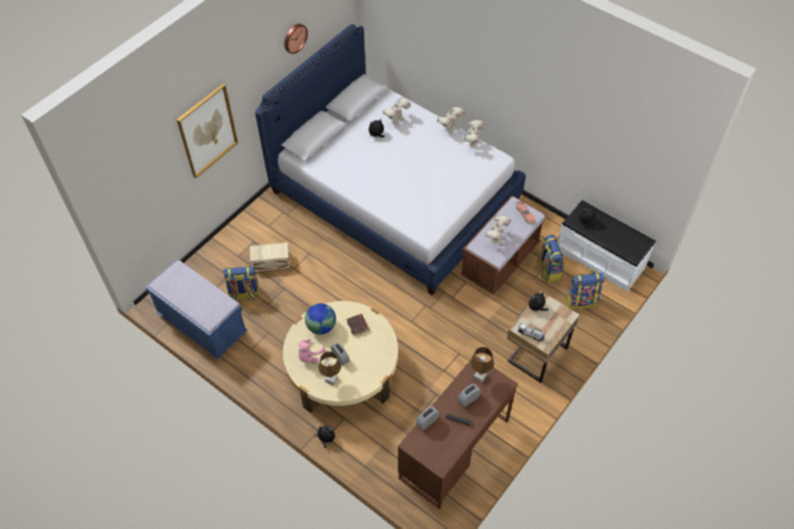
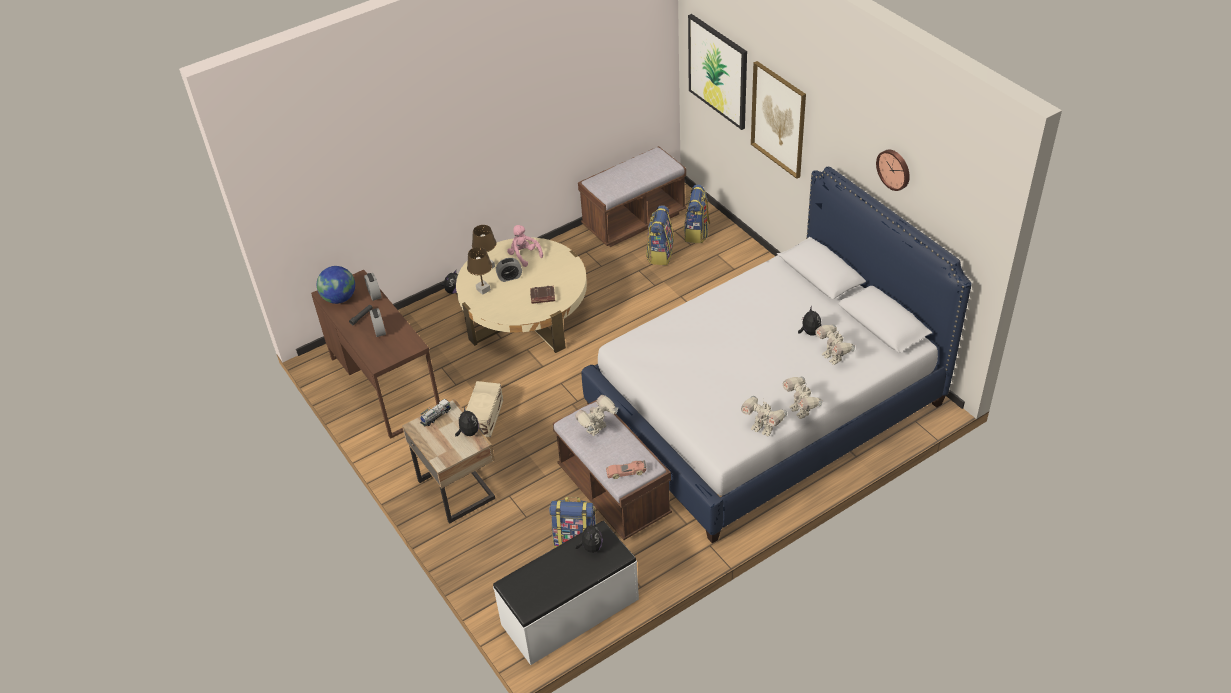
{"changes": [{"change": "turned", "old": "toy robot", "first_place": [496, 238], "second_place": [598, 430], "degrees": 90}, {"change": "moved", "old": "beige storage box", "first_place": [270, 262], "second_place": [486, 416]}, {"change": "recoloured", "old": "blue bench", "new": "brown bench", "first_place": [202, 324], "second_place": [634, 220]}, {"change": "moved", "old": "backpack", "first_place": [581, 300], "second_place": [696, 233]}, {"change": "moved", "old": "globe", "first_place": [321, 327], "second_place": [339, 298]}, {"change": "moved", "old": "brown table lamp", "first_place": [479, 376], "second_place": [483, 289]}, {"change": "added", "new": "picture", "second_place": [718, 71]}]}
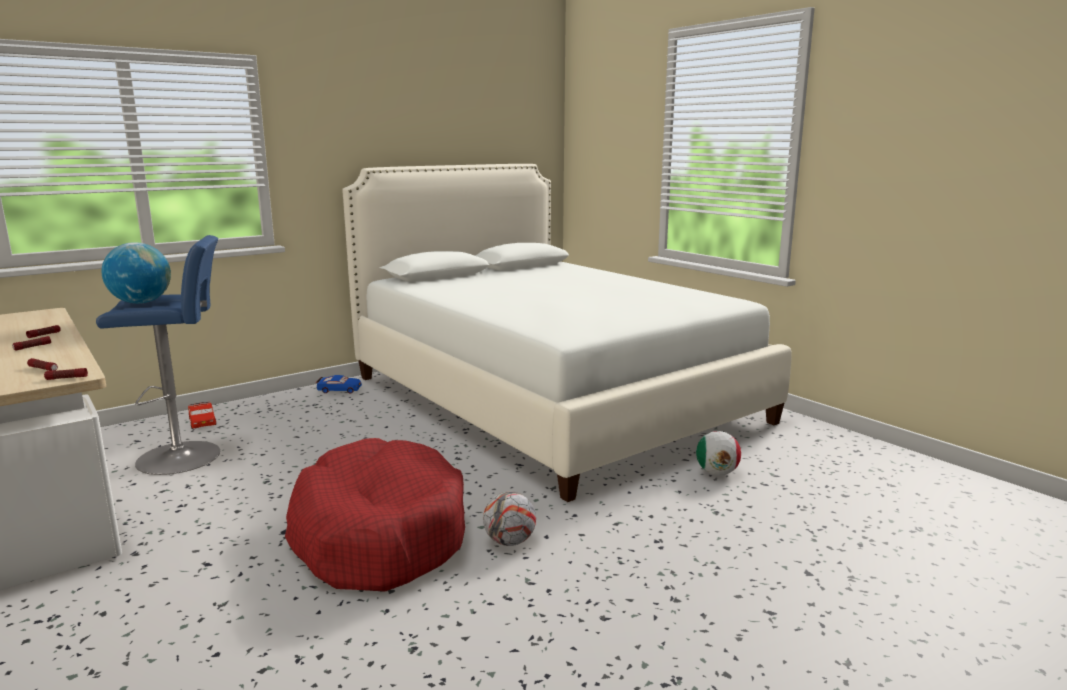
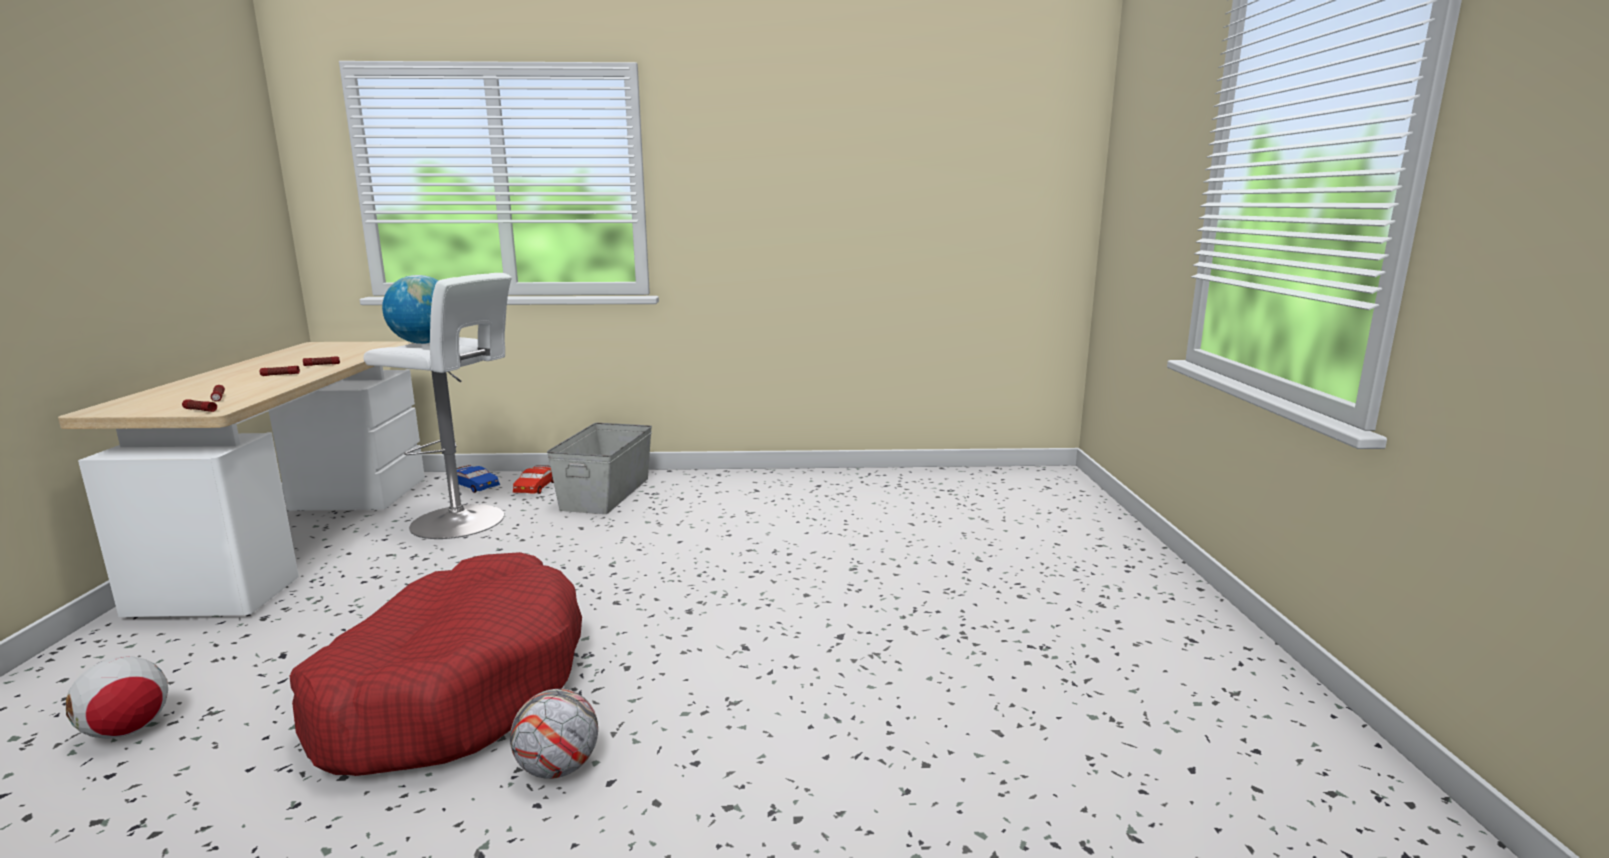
{"changes": [{"change": "removed", "old": "white bed", "first_place": [551, 398]}, {"change": "recoloured", "old": "blue stool", "new": "white stool", "first_place": [185, 456], "second_place": [463, 522]}, {"change": "moved", "old": "blue toy car", "first_place": [339, 390], "second_place": [475, 485]}, {"change": "moved", "old": "football", "first_place": [717, 473], "second_place": [127, 730]}, {"change": "added", "new": "grey storage box", "second_place": [607, 493]}]}
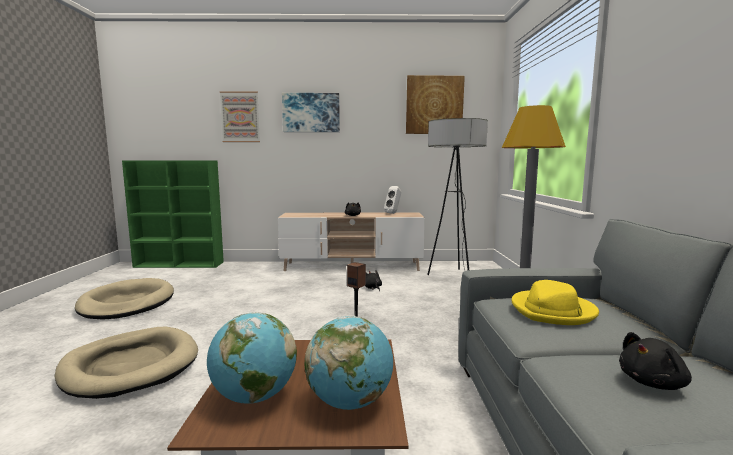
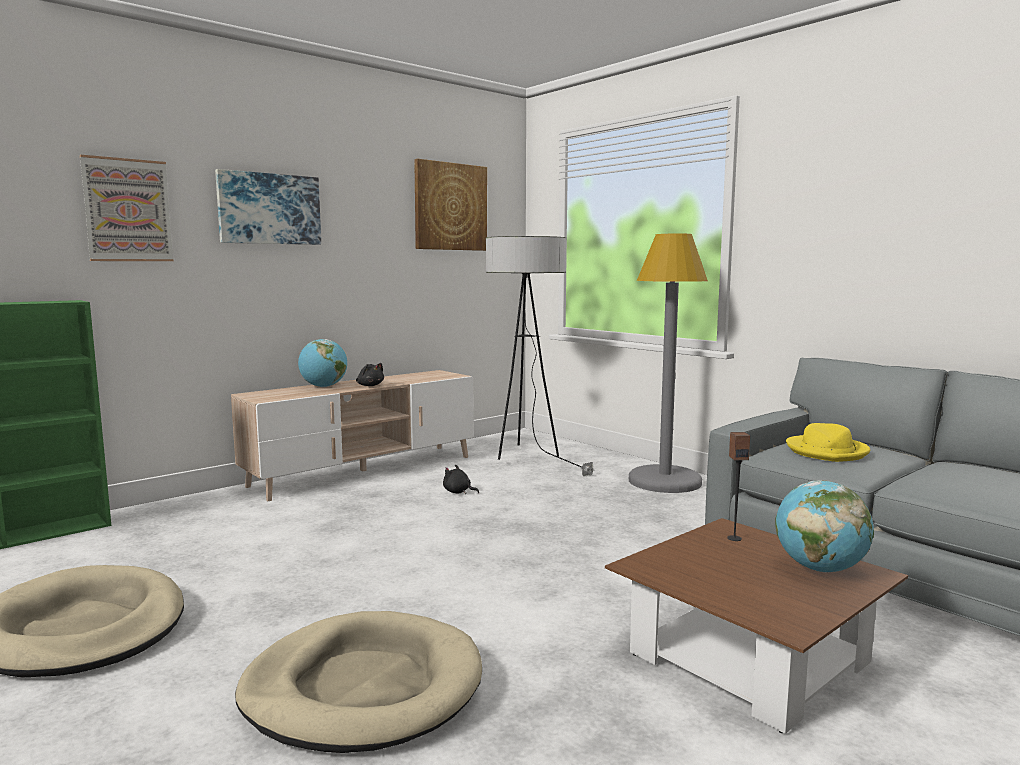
{"changes": [{"change": "removed", "old": "white speaker", "first_place": [393, 213]}, {"change": "moved", "old": "globe", "first_place": [254, 397], "second_place": [323, 387]}, {"change": "removed", "old": "black plush toy", "first_place": [653, 383]}]}
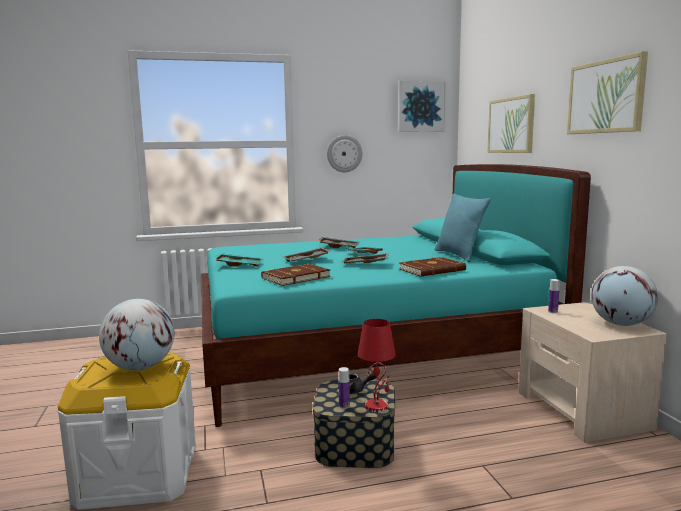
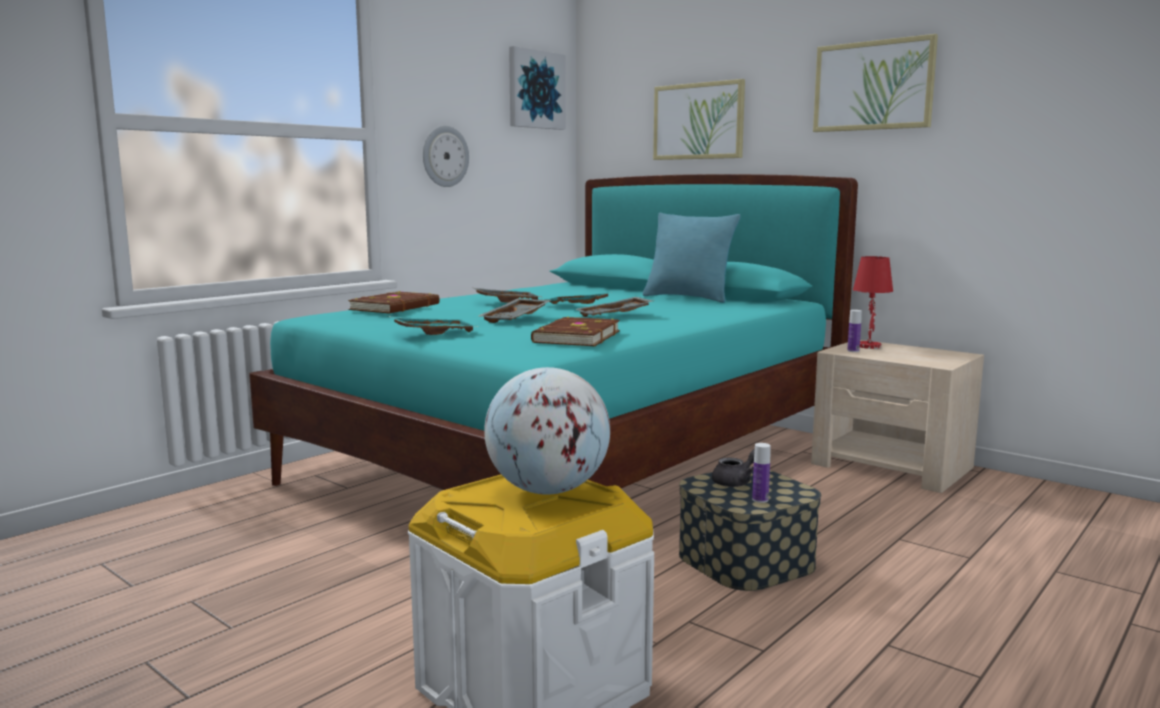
{"changes": [{"change": "moved", "old": "brown book", "first_place": [433, 270], "second_place": [396, 307]}, {"change": "removed", "old": "globe", "first_place": [621, 324]}, {"change": "moved", "old": "red table lamp", "first_place": [377, 406], "second_place": [868, 346]}]}
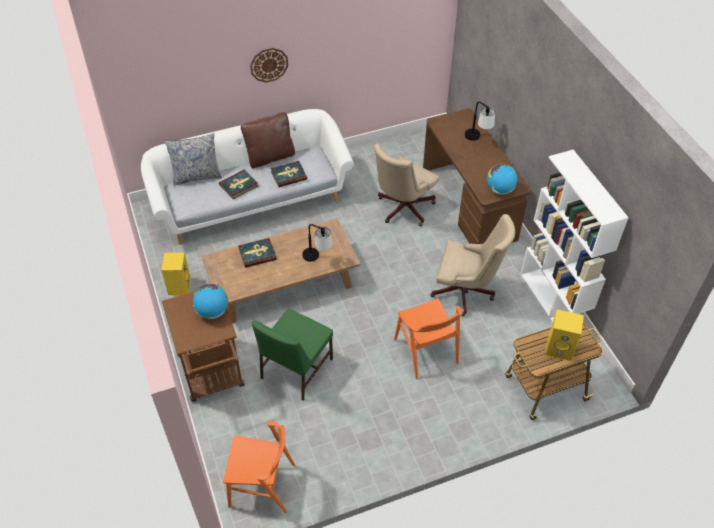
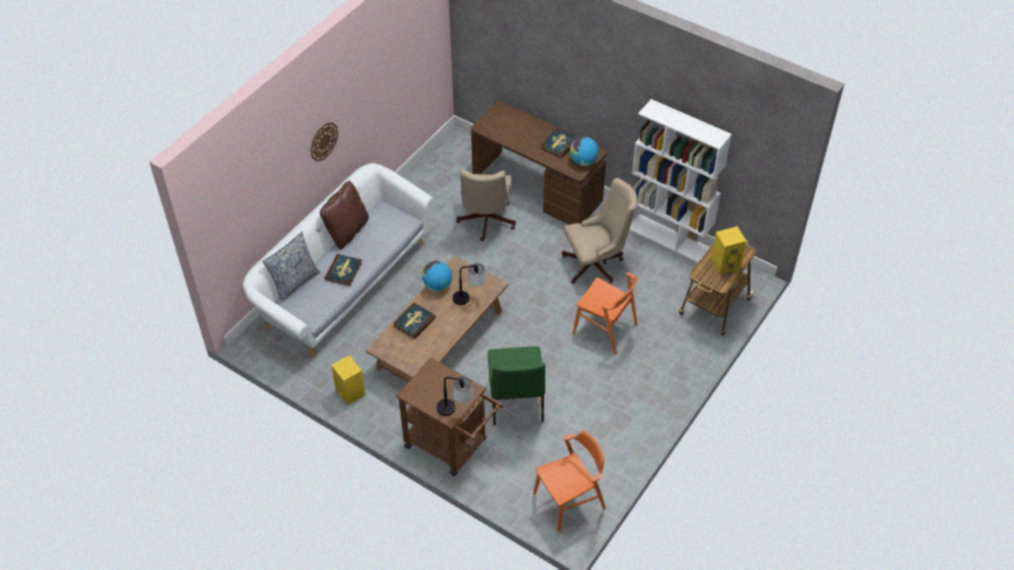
{"changes": [{"change": "moved", "old": "table lamp", "first_place": [477, 139], "second_place": [455, 410]}, {"change": "moved", "old": "book", "first_place": [288, 175], "second_place": [559, 144]}, {"change": "moved", "old": "globe", "first_place": [212, 311], "second_place": [437, 285]}]}
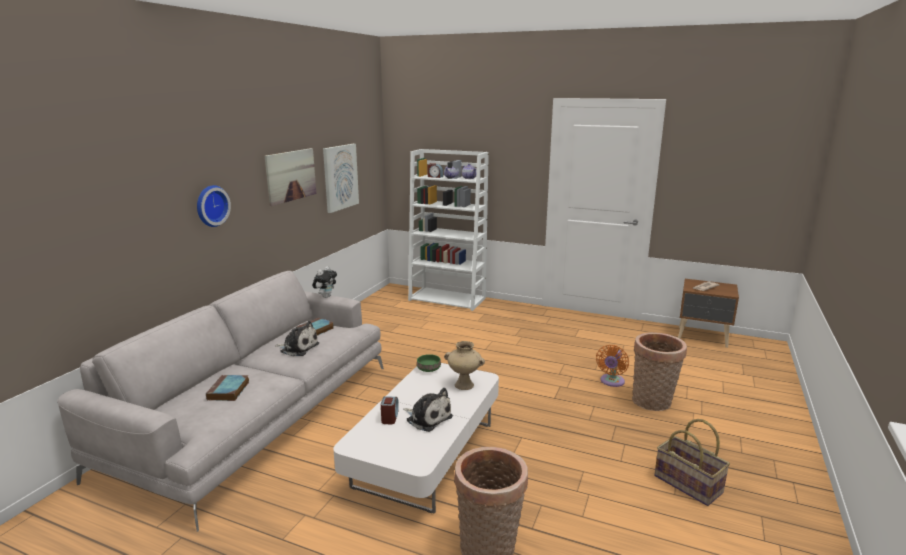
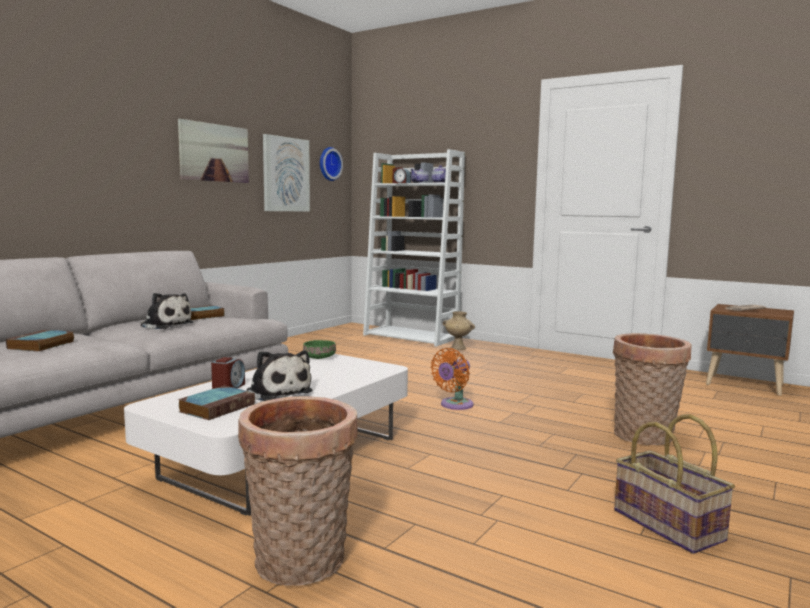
{"changes": [{"change": "moved", "old": "wall clock", "first_place": [210, 205], "second_place": [328, 164]}, {"change": "removed", "old": "plush toy", "first_place": [326, 296]}, {"change": "moved", "old": "beige vase", "first_place": [464, 385], "second_place": [458, 348]}, {"change": "moved", "old": "orange fan", "first_place": [611, 382], "second_place": [454, 405]}, {"change": "added", "new": "book", "second_place": [218, 407]}]}
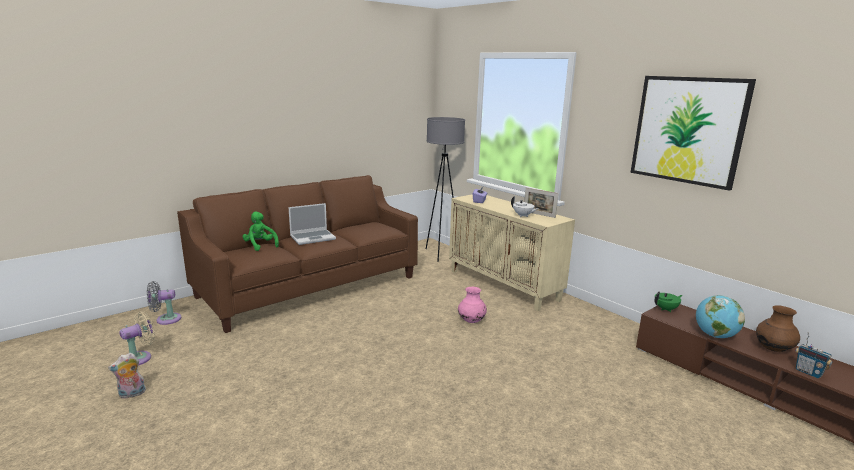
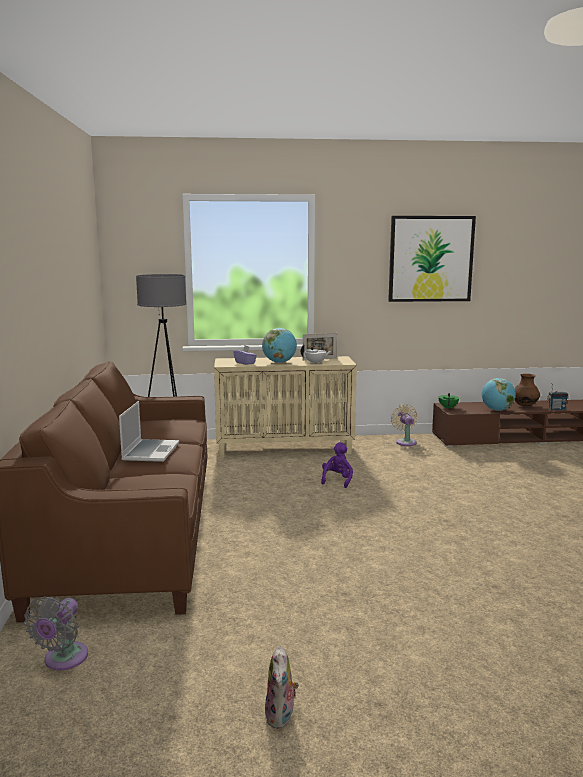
{"changes": [{"change": "removed", "old": "green plush toy", "first_place": [260, 245]}, {"change": "replaced", "old": "pink vase", "new": "purple plush toy", "first_place": [471, 321], "second_place": [337, 480]}, {"change": "moved", "old": "beige fan", "first_place": [140, 358], "second_place": [405, 442]}, {"change": "added", "new": "globe", "second_place": [279, 362]}]}
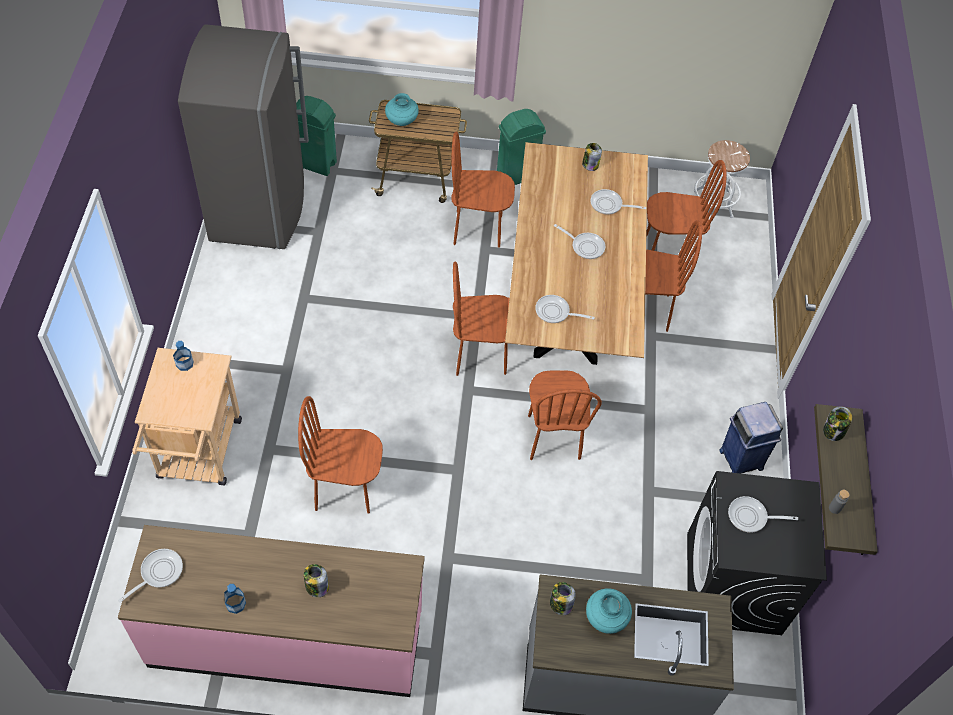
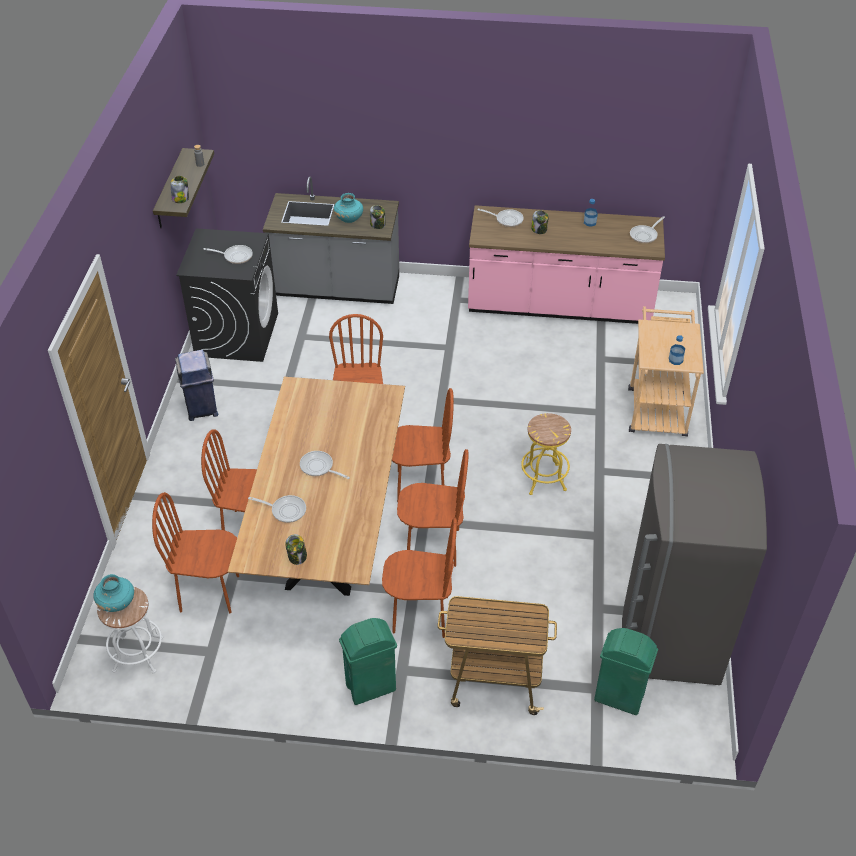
{"changes": [{"change": "moved", "old": "turquoise vase", "first_place": [401, 121], "second_place": [117, 603]}, {"change": "moved", "old": "frying pan", "first_place": [555, 312], "second_place": [507, 220]}, {"change": "moved", "old": "brown chair", "first_place": [345, 489], "second_place": [433, 546]}, {"change": "added", "new": "yellow stool", "second_place": [544, 479]}]}
